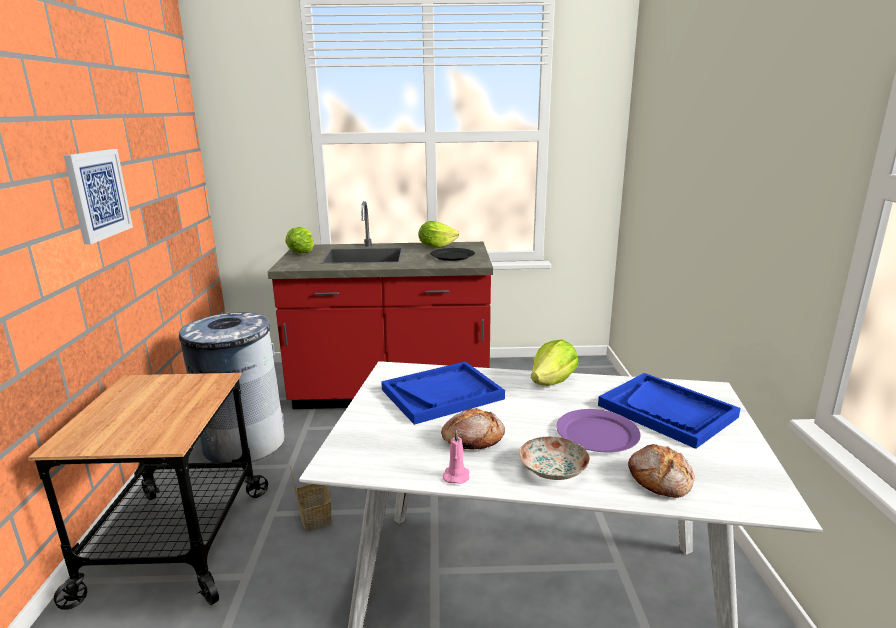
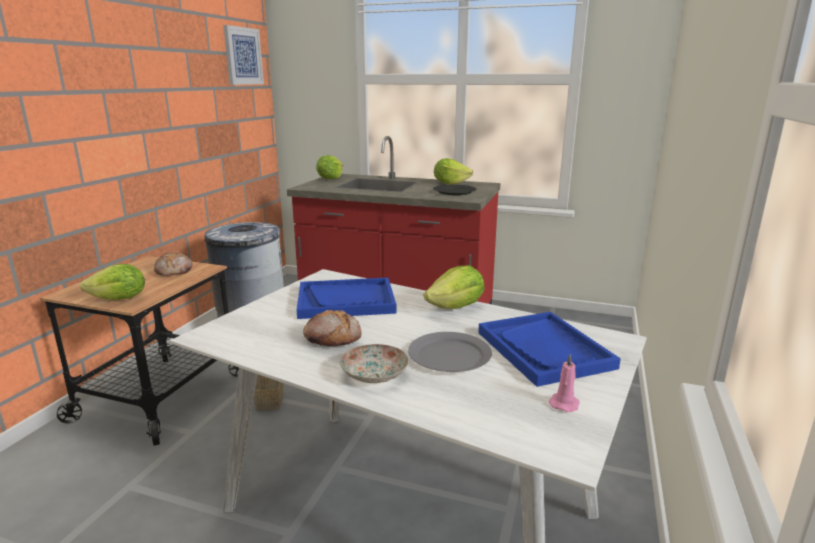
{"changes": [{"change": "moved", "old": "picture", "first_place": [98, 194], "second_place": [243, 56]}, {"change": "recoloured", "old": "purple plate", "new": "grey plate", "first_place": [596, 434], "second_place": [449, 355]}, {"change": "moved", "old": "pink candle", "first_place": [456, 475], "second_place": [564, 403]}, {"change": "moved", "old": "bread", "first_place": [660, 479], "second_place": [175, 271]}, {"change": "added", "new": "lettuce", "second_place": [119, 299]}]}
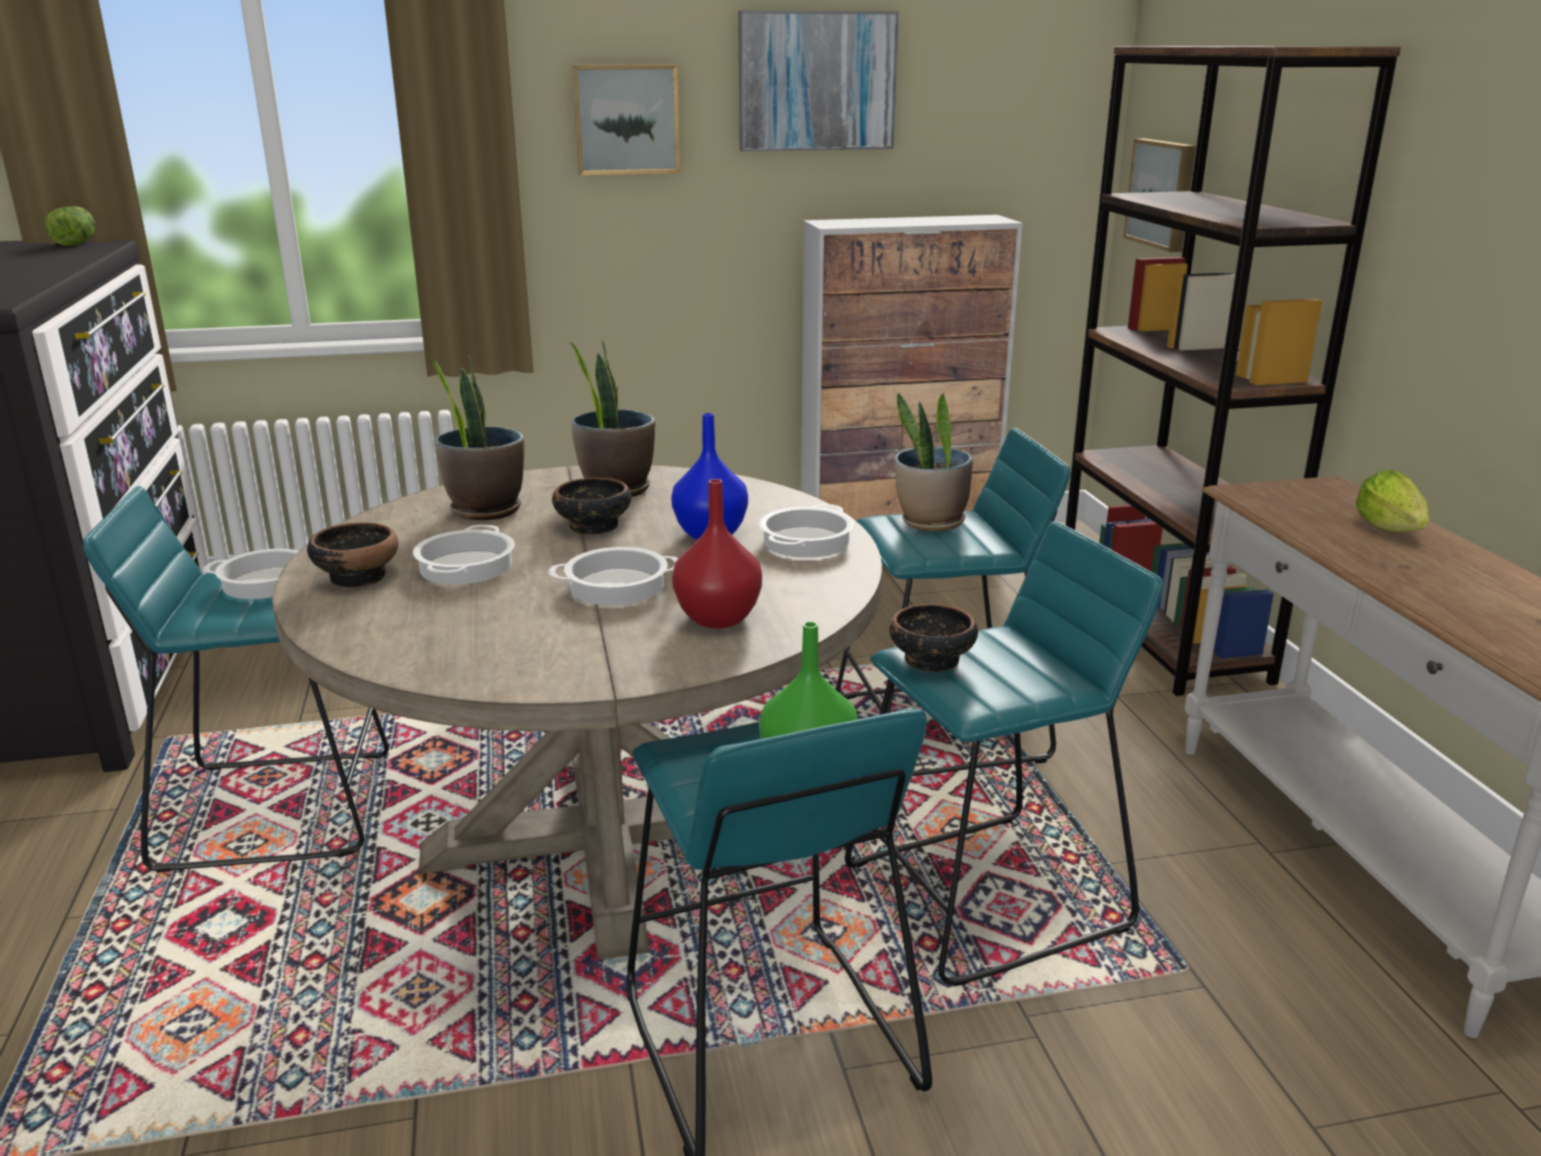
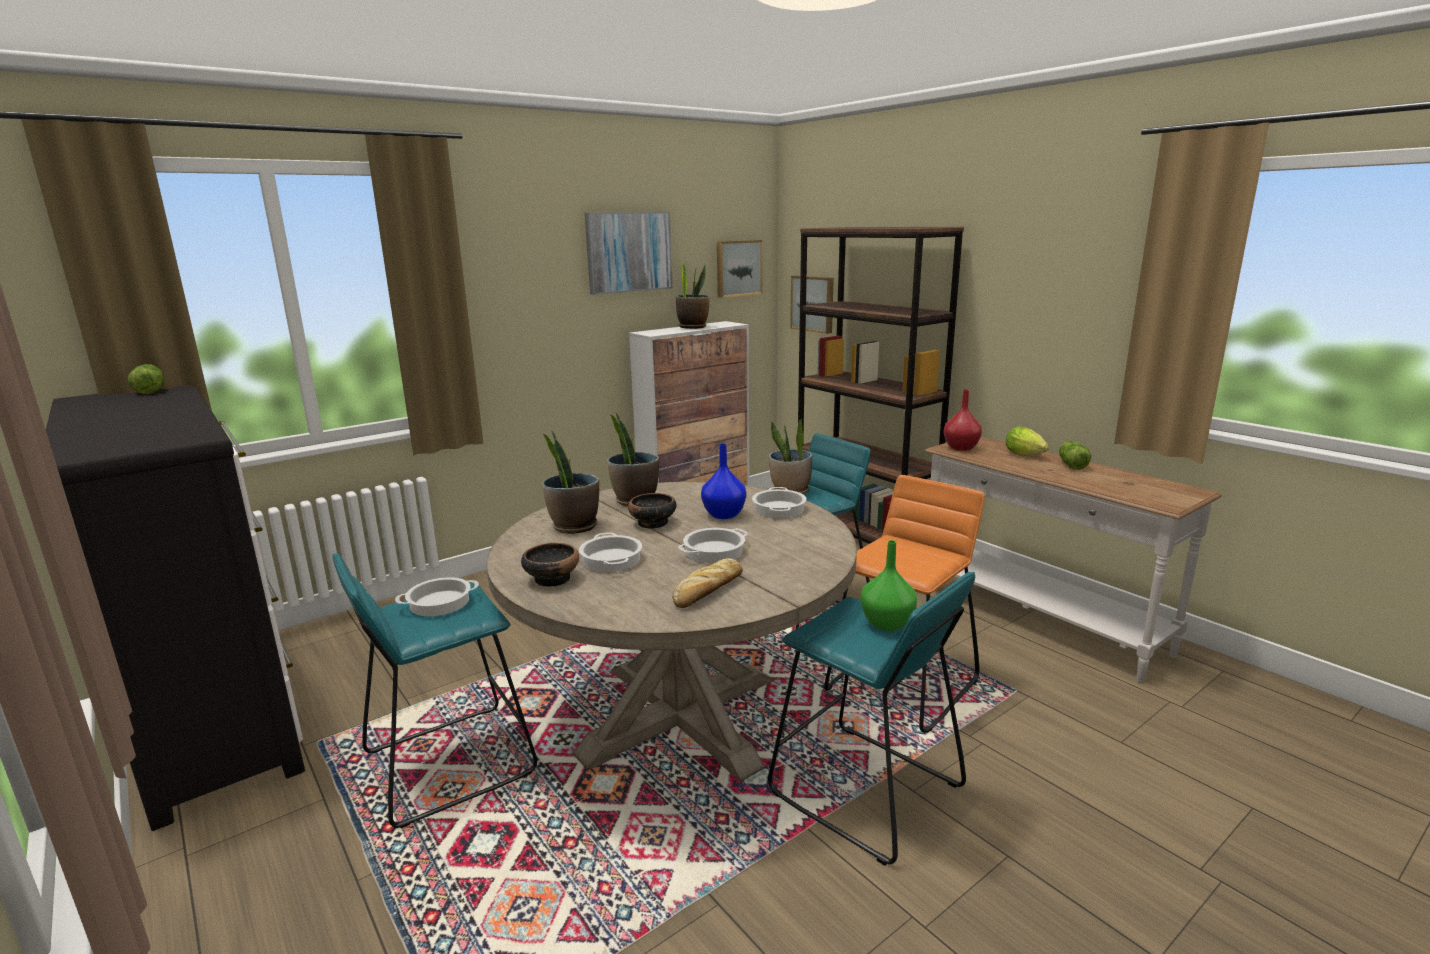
{"changes": [{"change": "moved", "old": "picture", "first_place": [626, 119], "second_place": [738, 268]}, {"change": "moved", "old": "red vase", "first_place": [719, 617], "second_place": [961, 447]}, {"change": "recoloured", "old": "turquoise stool", "new": "orange stool", "first_place": [986, 897], "second_place": [902, 685]}, {"change": "removed", "old": "bowl", "first_place": [930, 660]}, {"change": "added", "new": "potted plant", "second_place": [693, 327]}, {"change": "added", "new": "lettuce", "second_place": [1071, 464]}, {"change": "added", "new": "bread", "second_place": [708, 590]}]}
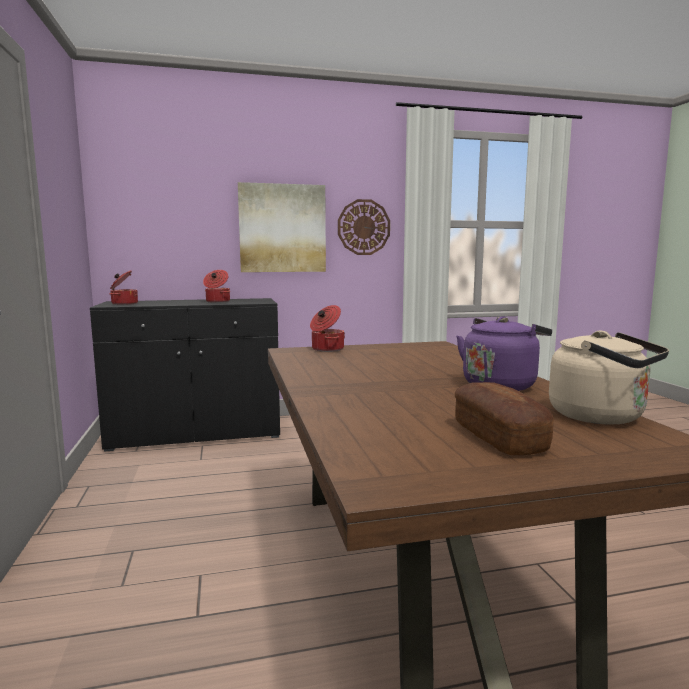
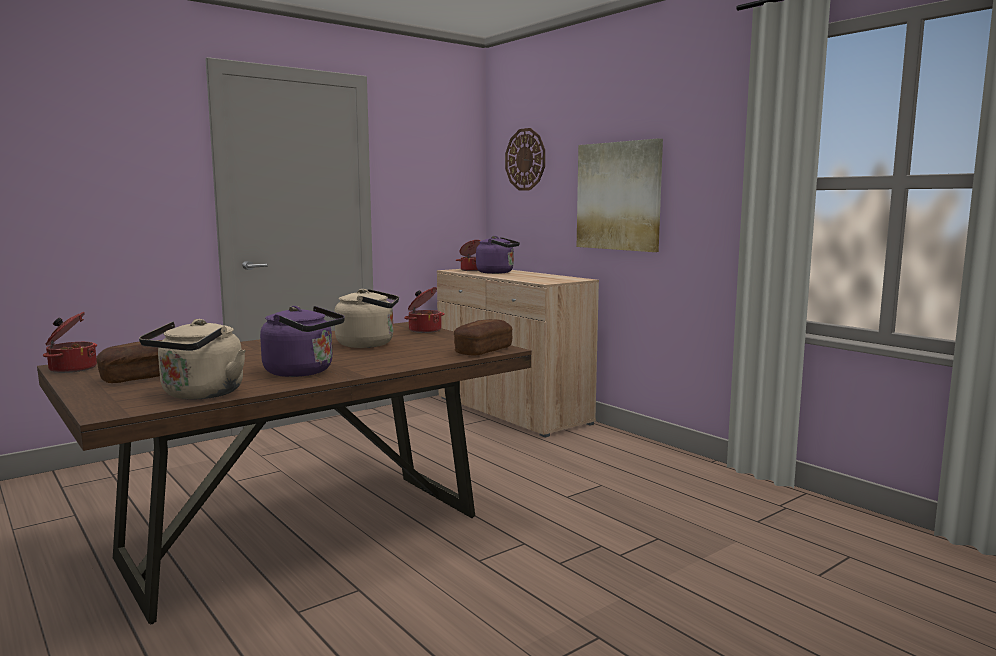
{"changes": [{"change": "moved", "old": "wall clock", "first_place": [363, 227], "second_place": [525, 159]}, {"change": "moved", "old": "cooking pot", "first_place": [217, 301], "second_place": [72, 368]}, {"change": "recoloured", "old": "black cabinet", "new": "beige cabinet", "first_place": [196, 434], "second_place": [511, 411]}, {"change": "added", "new": "purple kettle", "second_place": [497, 272]}, {"change": "added", "new": "beige kettle", "second_place": [369, 344]}, {"change": "added", "new": "bread", "second_place": [483, 350]}]}
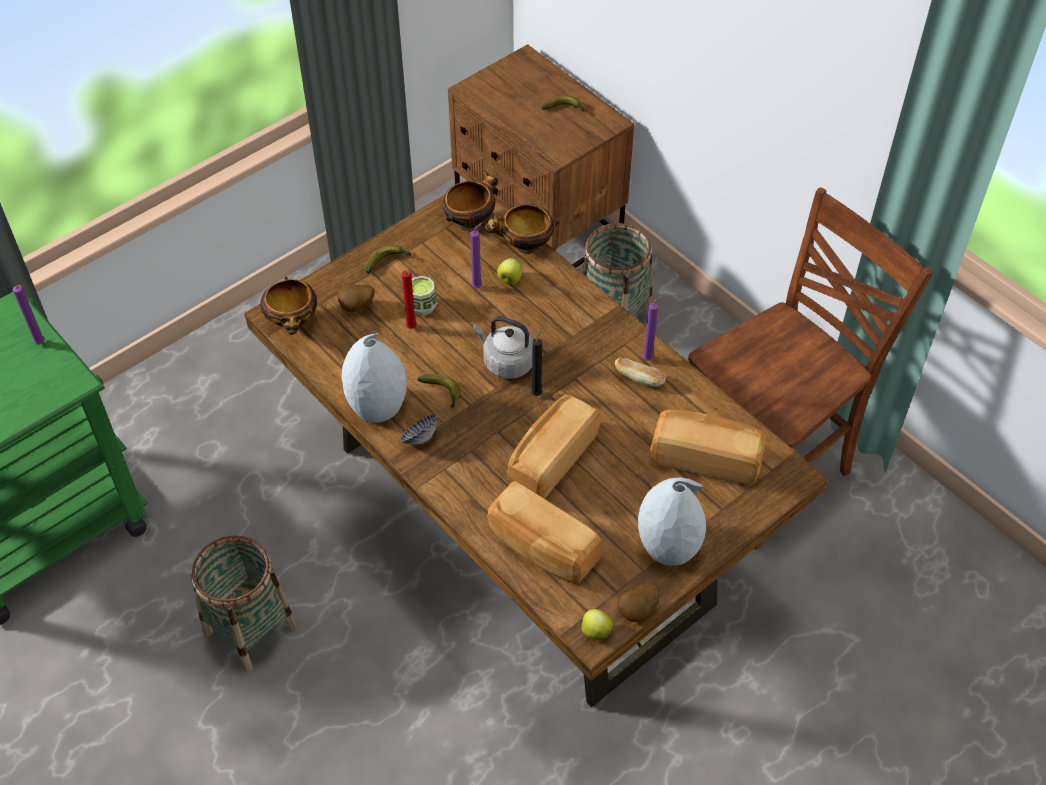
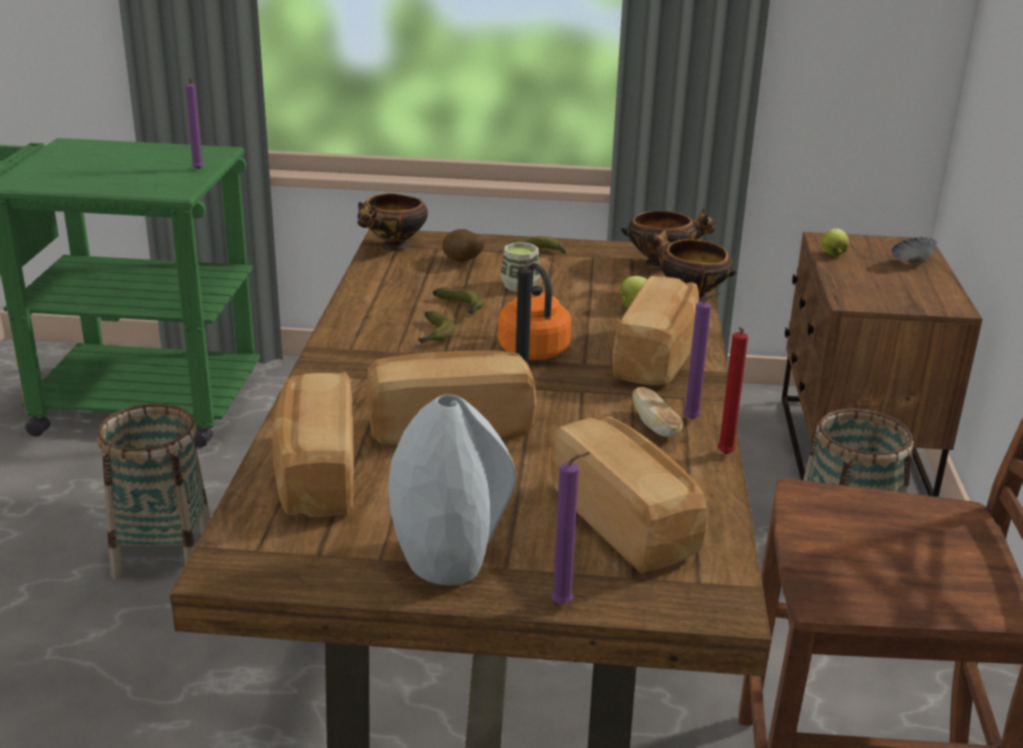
{"changes": [{"change": "moved", "old": "banana", "first_place": [565, 109], "second_place": [461, 308]}, {"change": "moved", "old": "purple candle", "first_place": [478, 286], "second_place": [565, 605]}, {"change": "moved", "old": "red candle", "first_place": [412, 328], "second_place": [724, 455]}, {"change": "recoloured", "old": "grey kettle", "new": "orange kettle", "first_place": [506, 362], "second_place": [532, 348]}, {"change": "removed", "old": "grey vase", "first_place": [376, 405]}, {"change": "moved", "old": "bowl", "first_place": [419, 438], "second_place": [911, 264]}, {"change": "removed", "old": "potato", "first_place": [638, 611]}, {"change": "moved", "old": "apple", "first_place": [595, 631], "second_place": [833, 254]}, {"change": "added", "new": "bread", "second_place": [658, 358]}]}
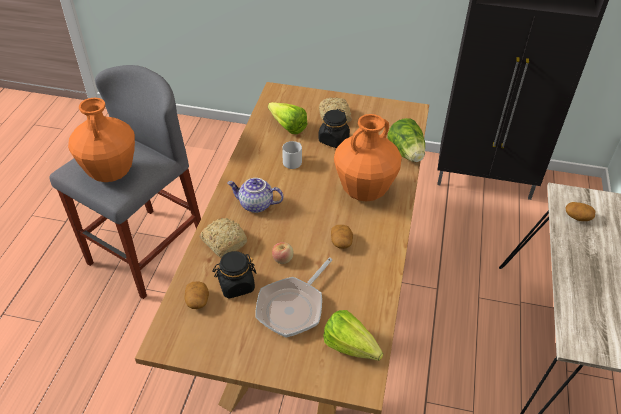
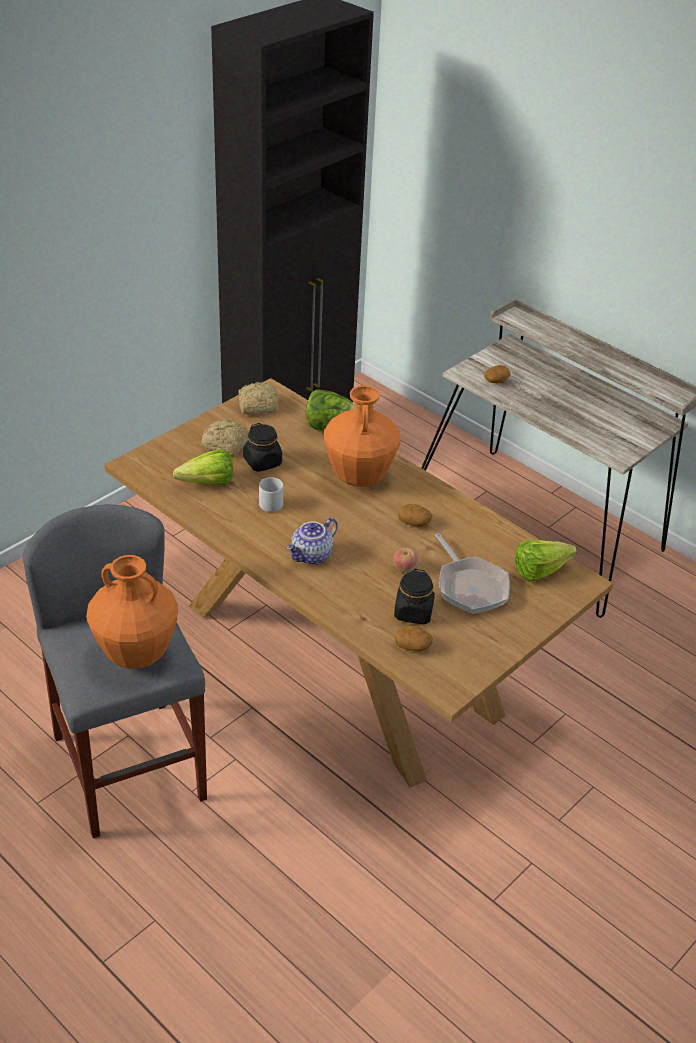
{"changes": [{"change": "moved", "old": "bread", "first_place": [224, 241], "second_place": [257, 406]}]}
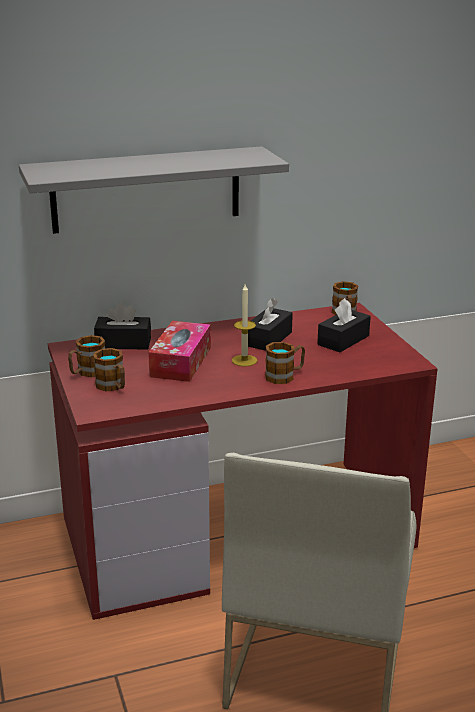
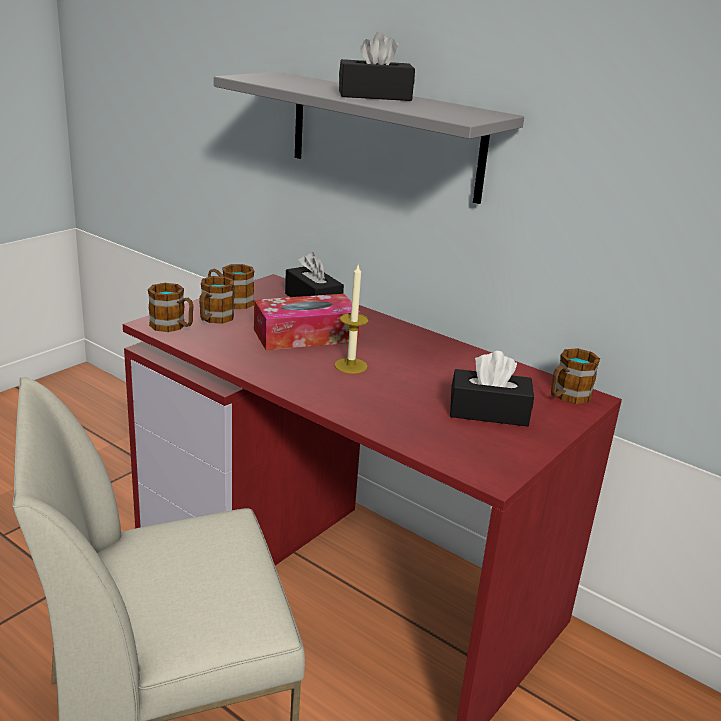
{"changes": [{"change": "moved", "old": "black tissue box", "first_place": [268, 339], "second_place": [374, 96]}, {"change": "moved", "old": "mug", "first_place": [285, 376], "second_place": [173, 327]}]}
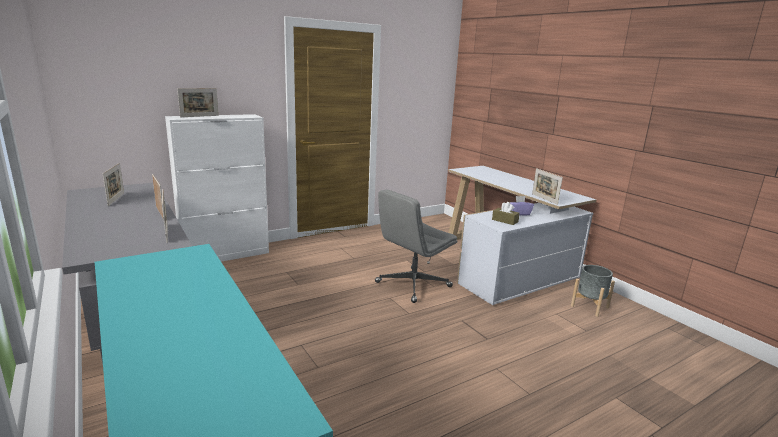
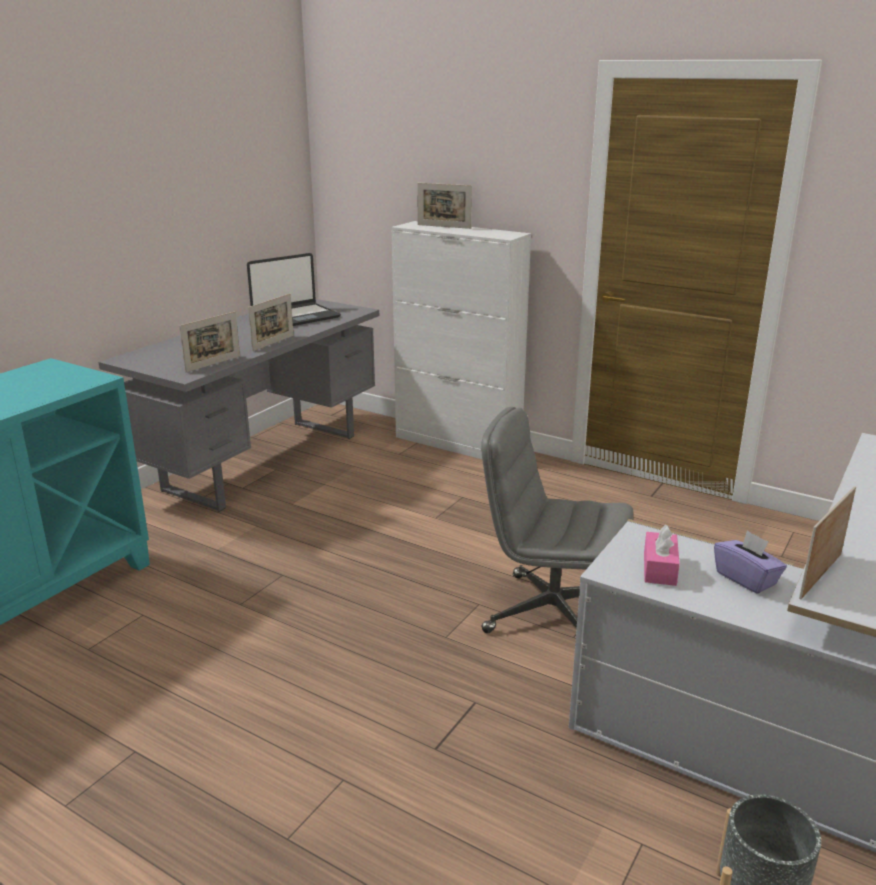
{"changes": [{"change": "replaced", "old": "picture frame", "new": "laptop", "first_place": [116, 199], "second_place": [295, 317]}, {"change": "recoloured", "old": "brown tissue box", "new": "pink tissue box", "first_place": [505, 221], "second_place": [659, 568]}]}
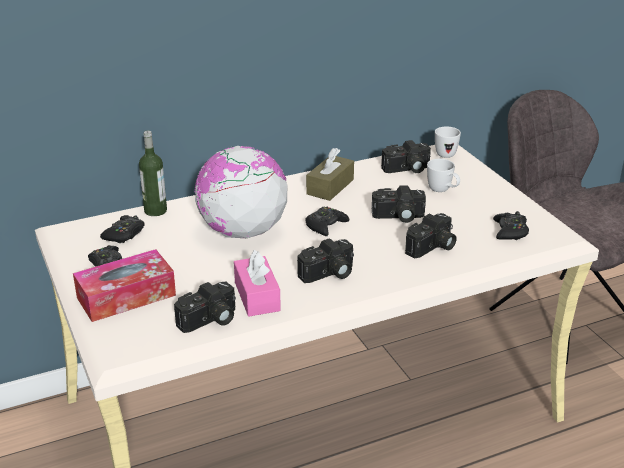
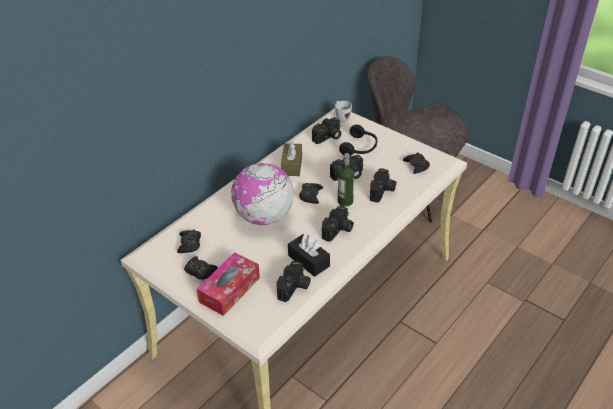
{"changes": [{"change": "moved", "old": "bottle", "first_place": [155, 210], "second_place": [345, 201]}, {"change": "replaced", "old": "white mug", "new": "black headphones", "first_place": [443, 191], "second_place": [360, 147]}, {"change": "recoloured", "old": "pink tissue box", "new": "black tissue box", "first_place": [257, 296], "second_place": [308, 261]}]}
